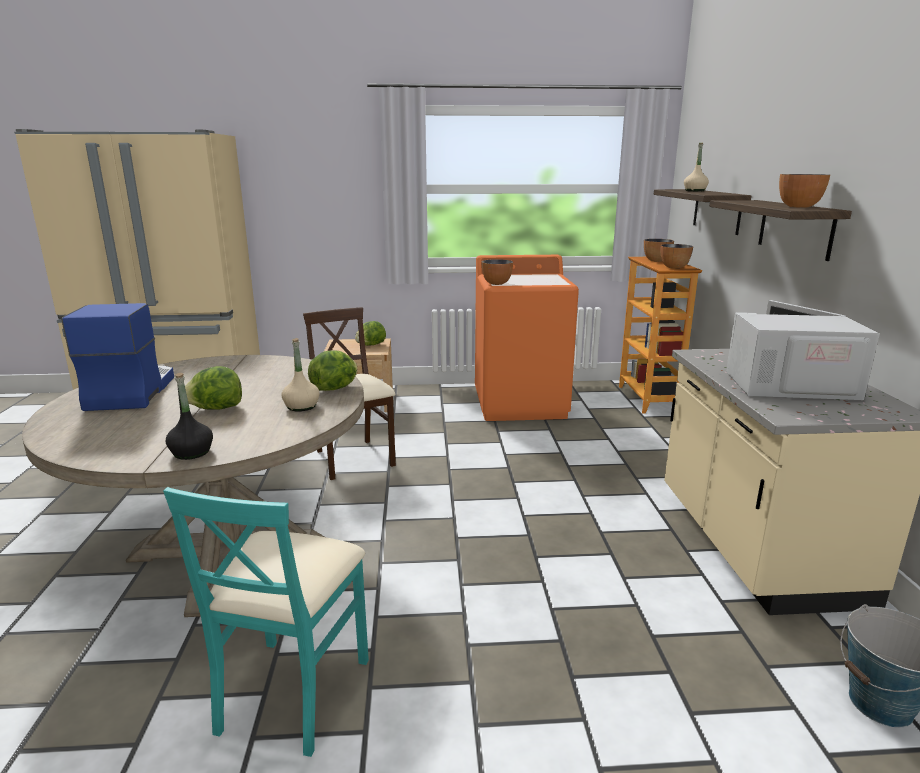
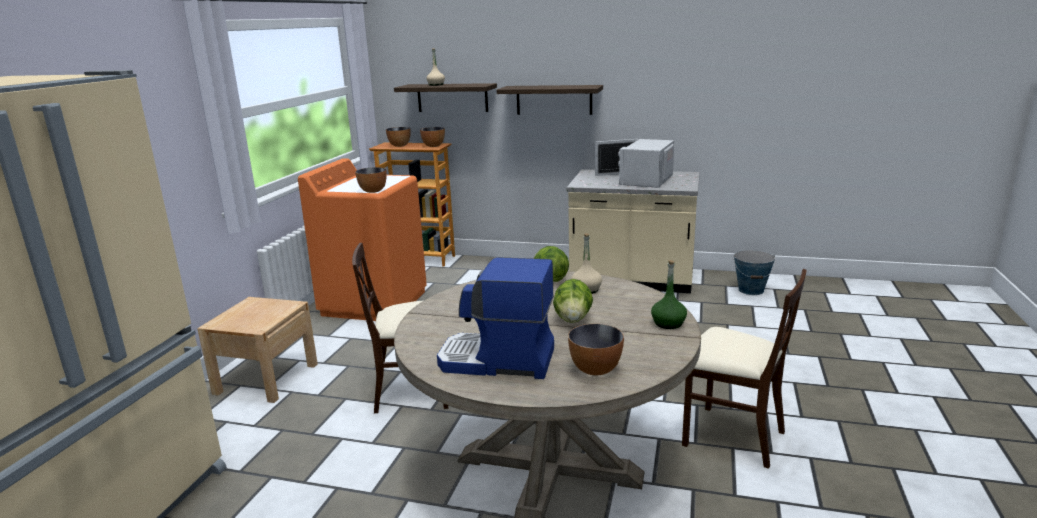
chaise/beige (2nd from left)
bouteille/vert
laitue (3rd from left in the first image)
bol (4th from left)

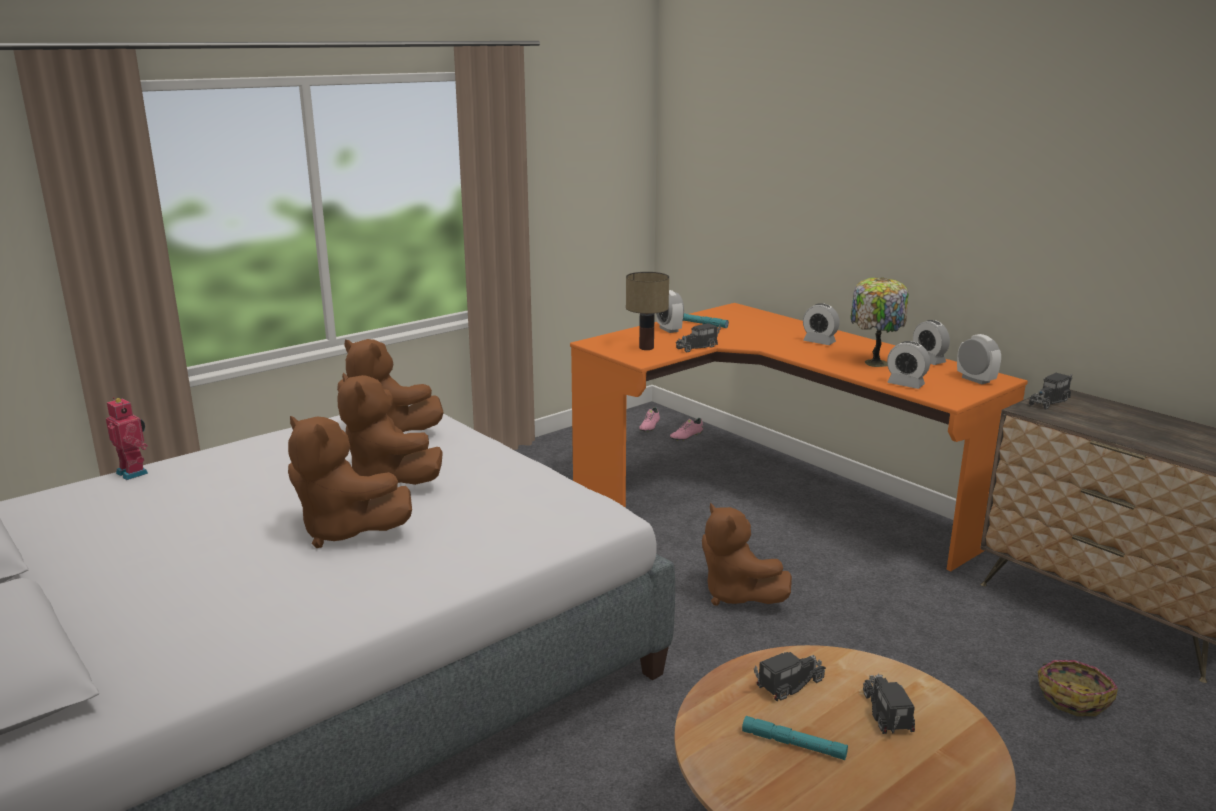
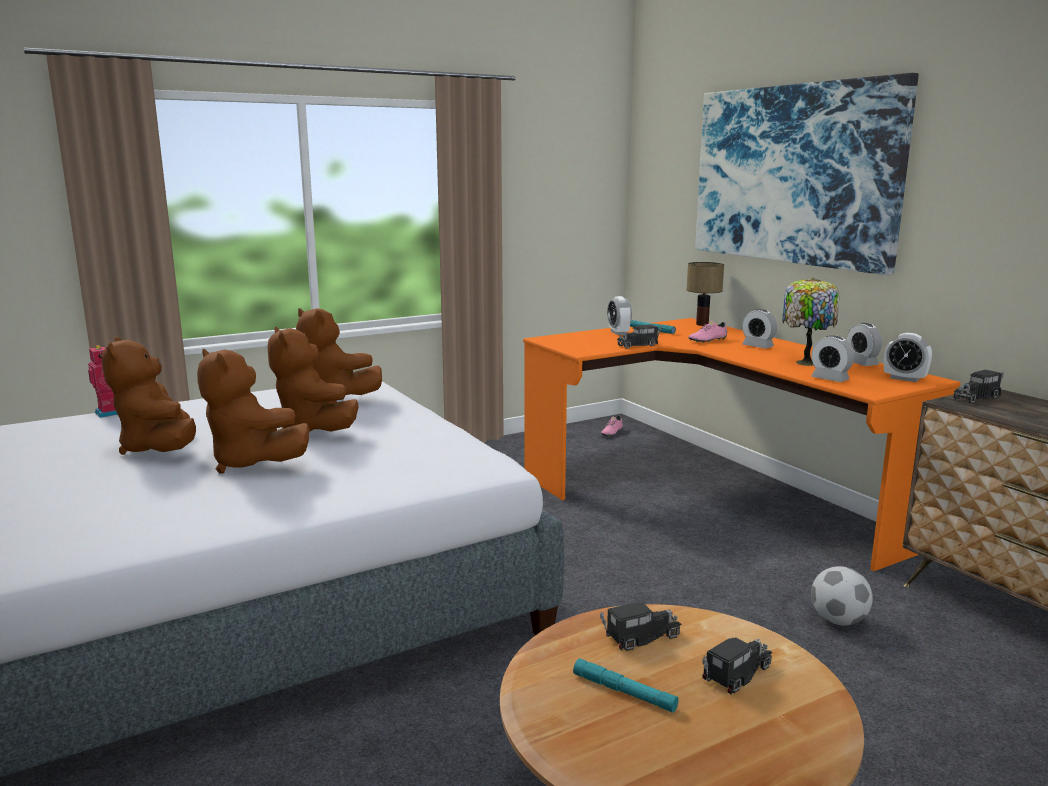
lampe de table (1st from left)
chaussure/rose (2nd from left)
peluche/marron (1st from left)
camion jouet (3rd from left)
réveil (5th from left)
panier
tableau
ballon de foot

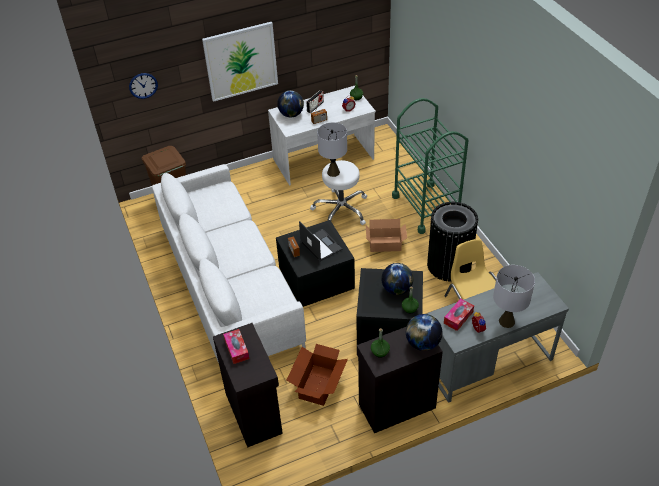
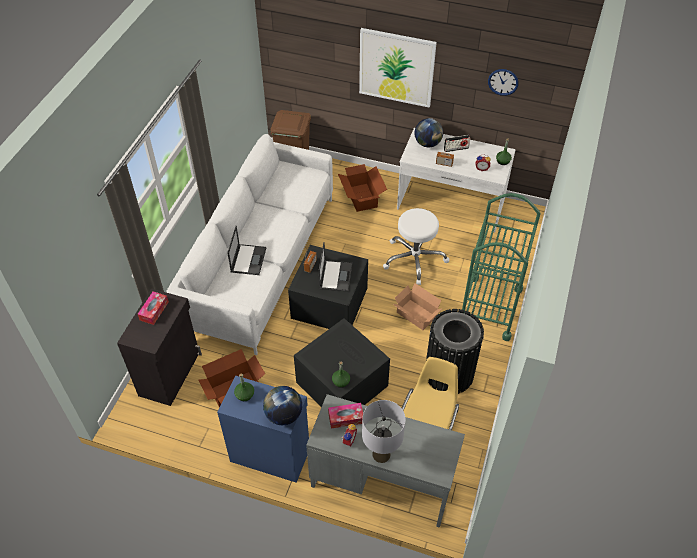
horloge murale
lampe de table/gris (1st from left in the first image)
meuble de rangement/bleu
globe (2nd from left in the first image)
ordinateur portable (1st from left)
carton (2nd from left)

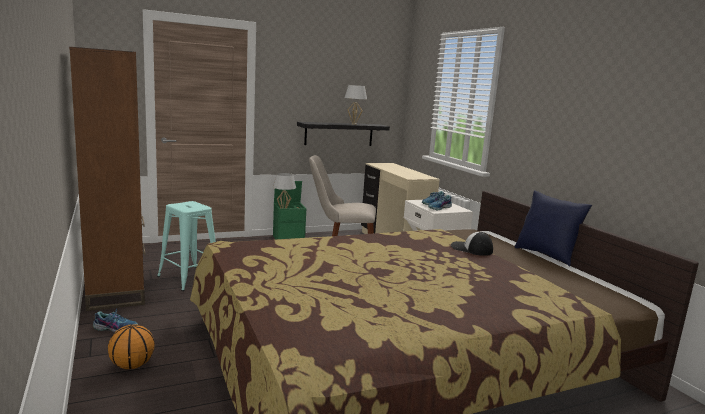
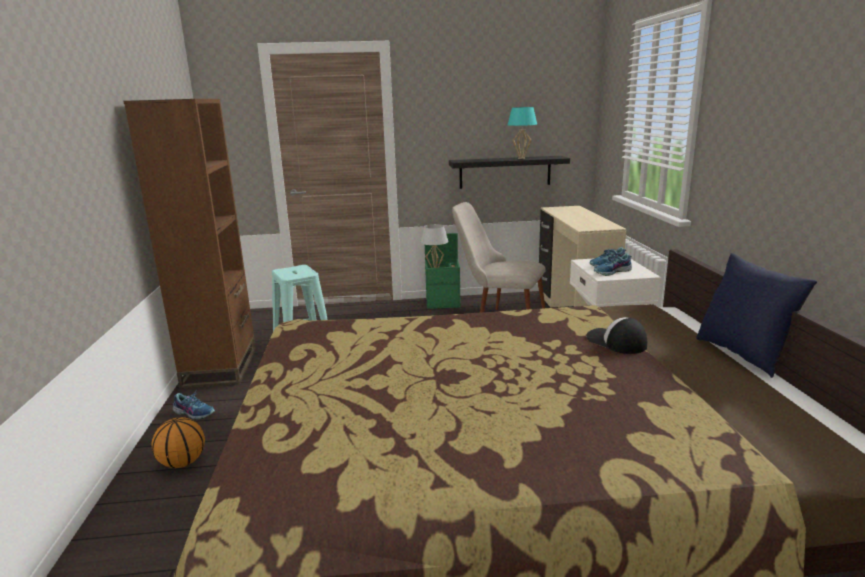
lampe de table/turquoise

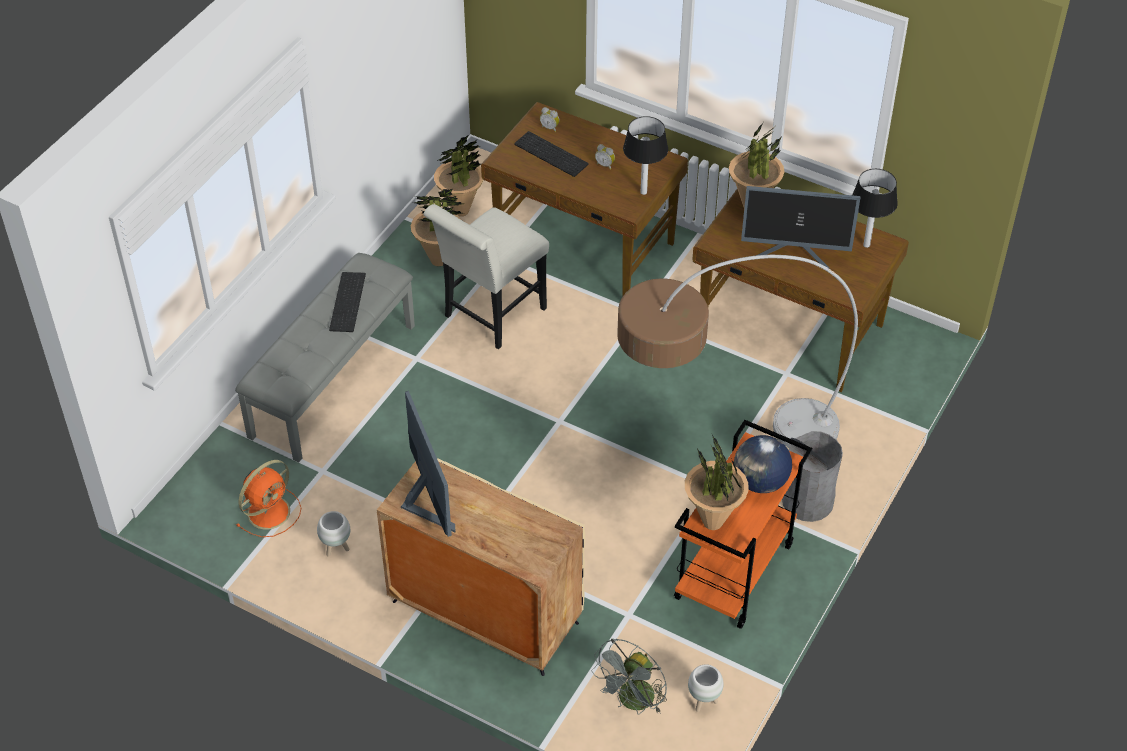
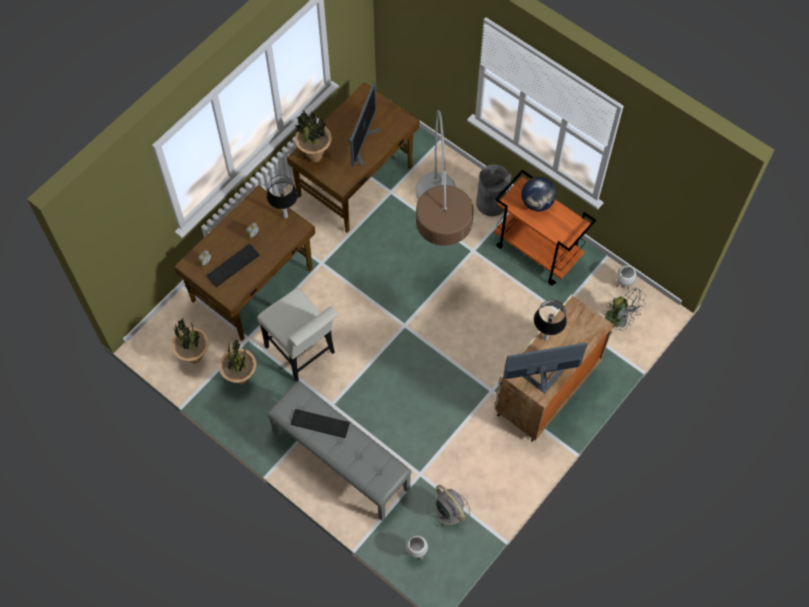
ventilateur/gris (1st from left)
cache-pot/blanc (1st from left)
plante en pot (3rd from left in the first image)
lampe de table (2nd from left)

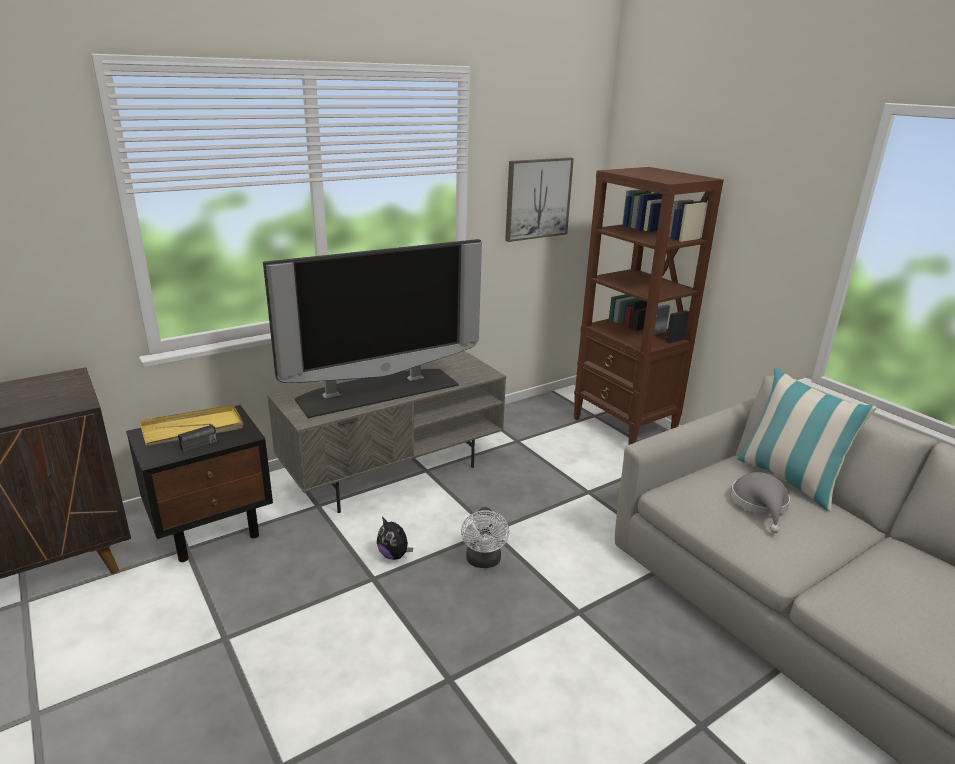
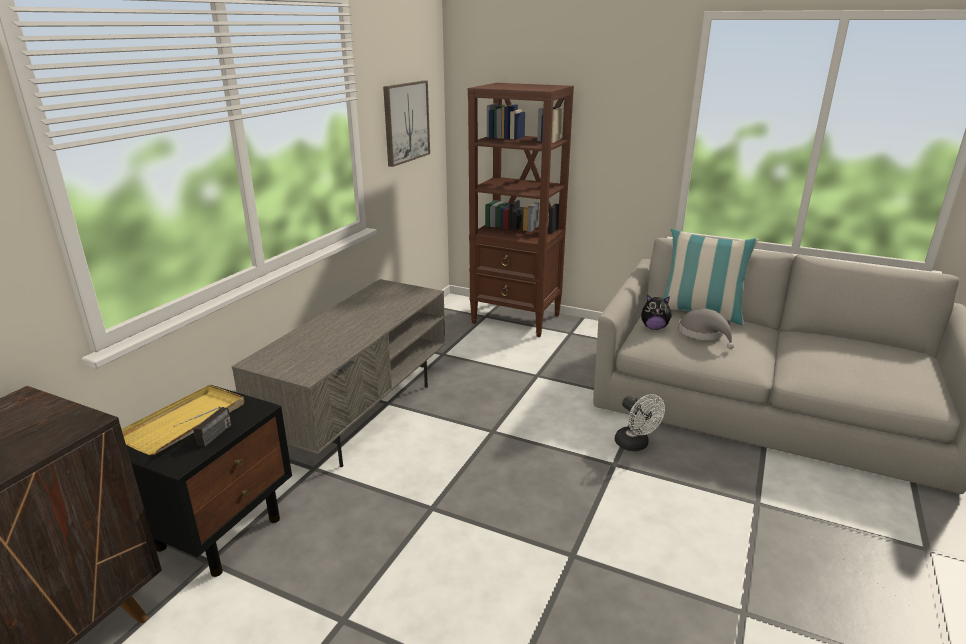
téléviseur
peluche
ventilateur/blanc

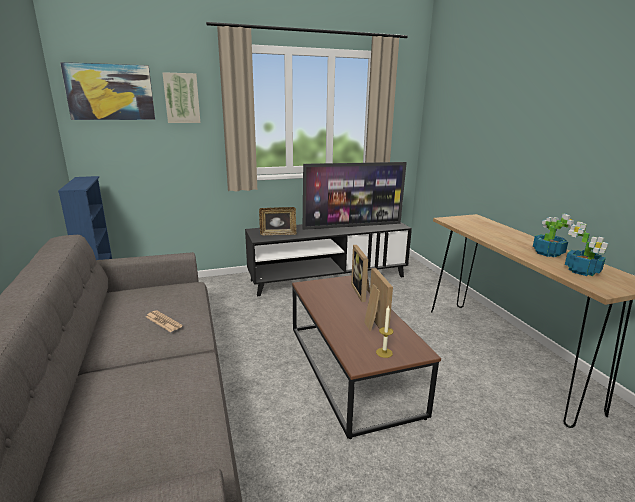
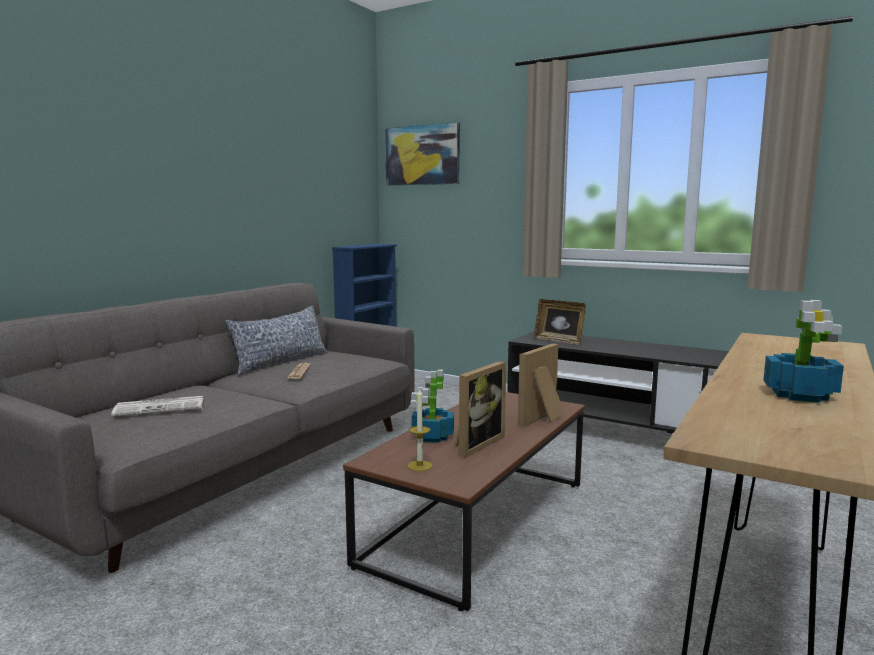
tableau (2nd from left in the first image)
téléviseur
plante en pot (1st from left)
journal (1st from left)
coussin

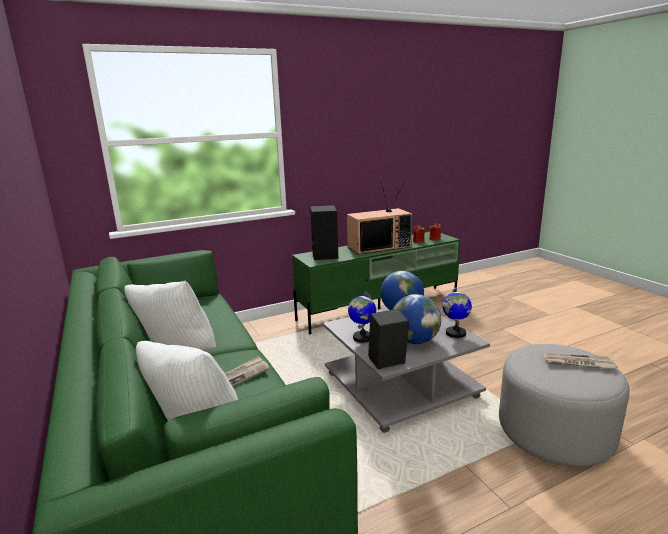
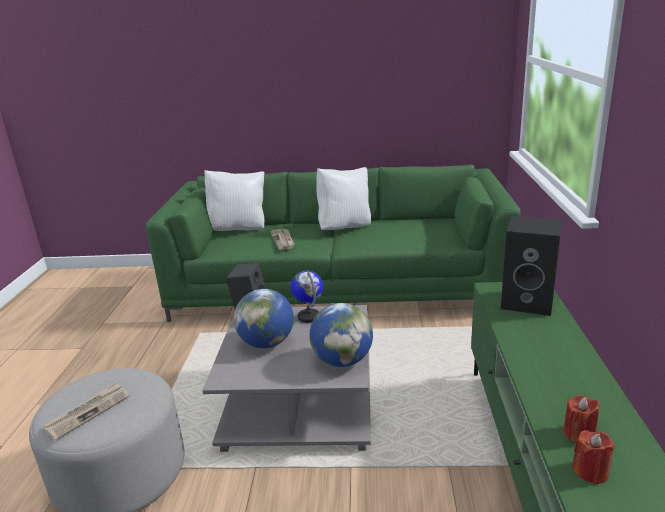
téléviseur
globe (4th from left in the first image)

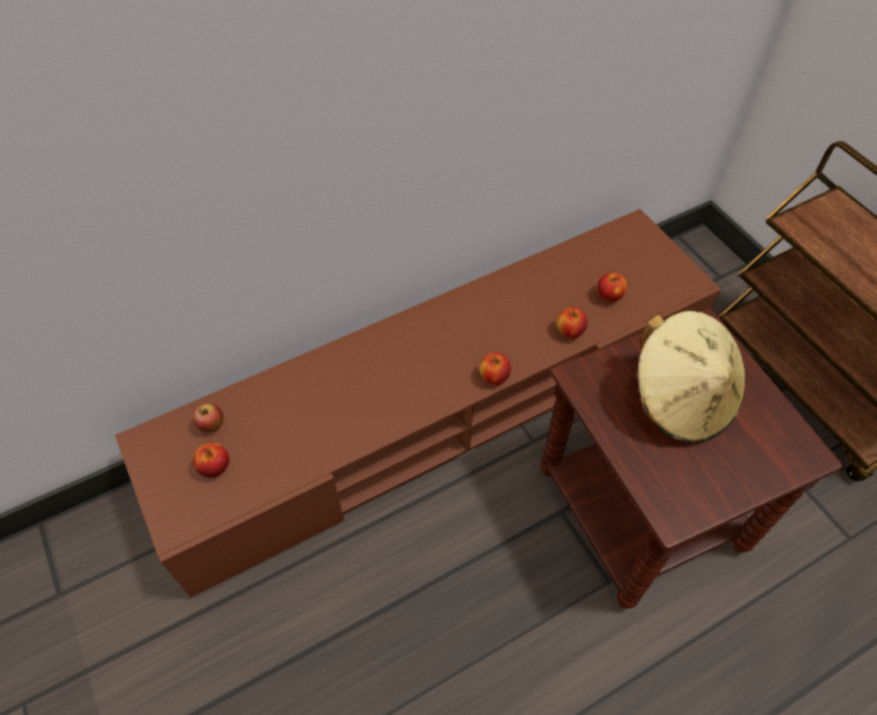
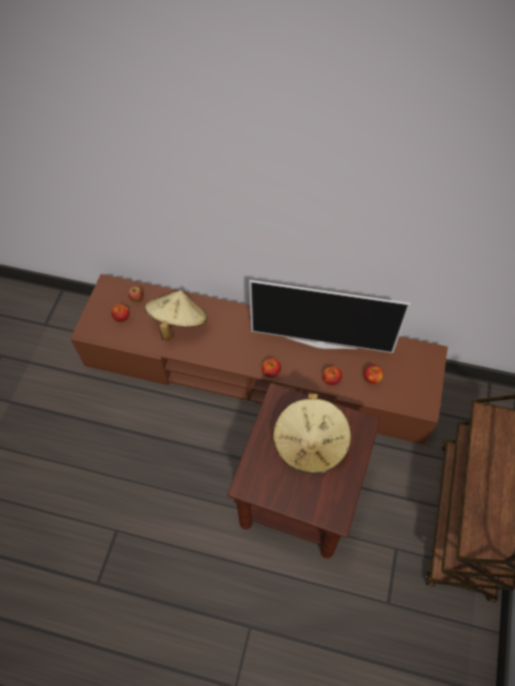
chapeau/beige (1st from left)
téléviseur

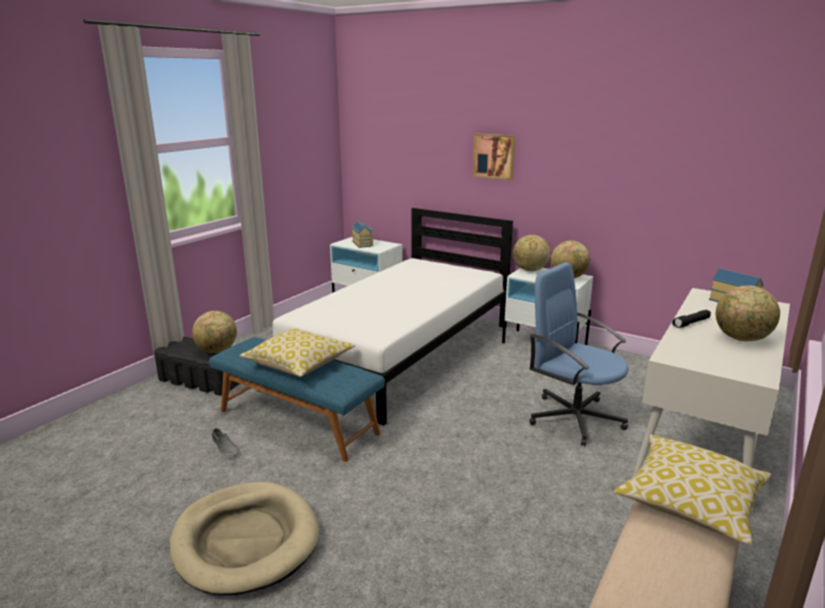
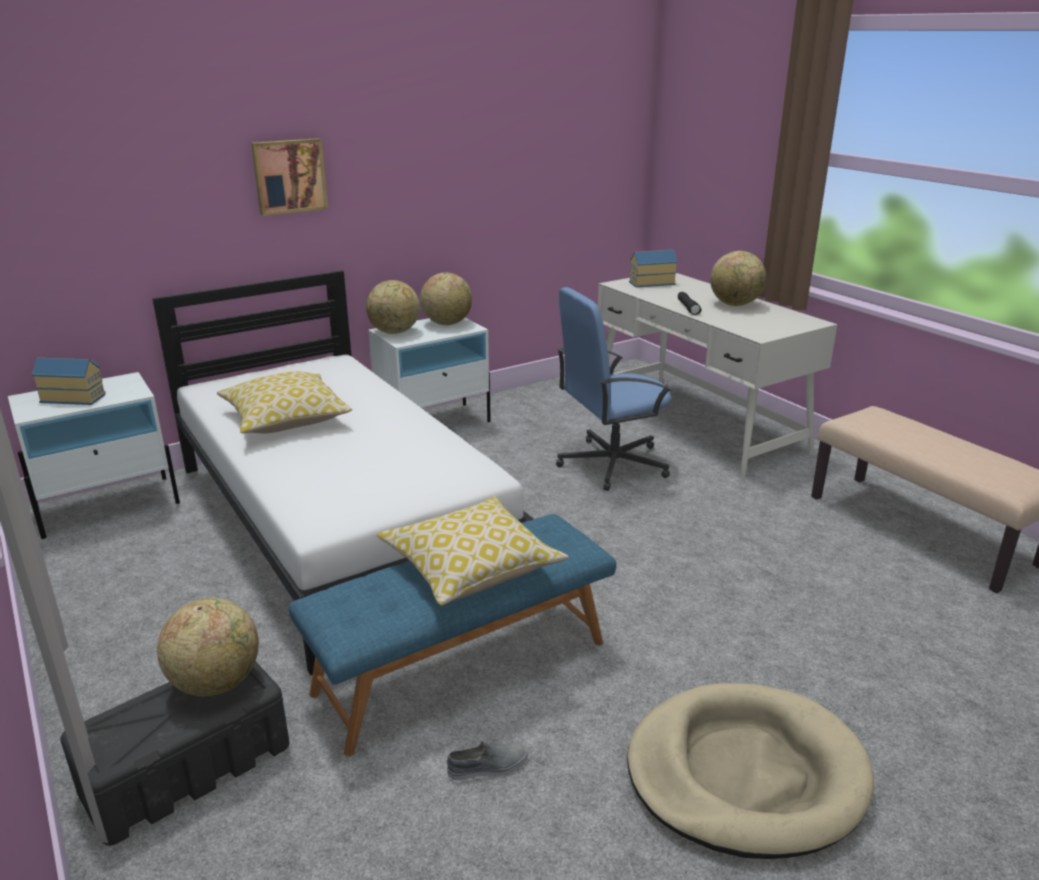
coussin (1st from left)

